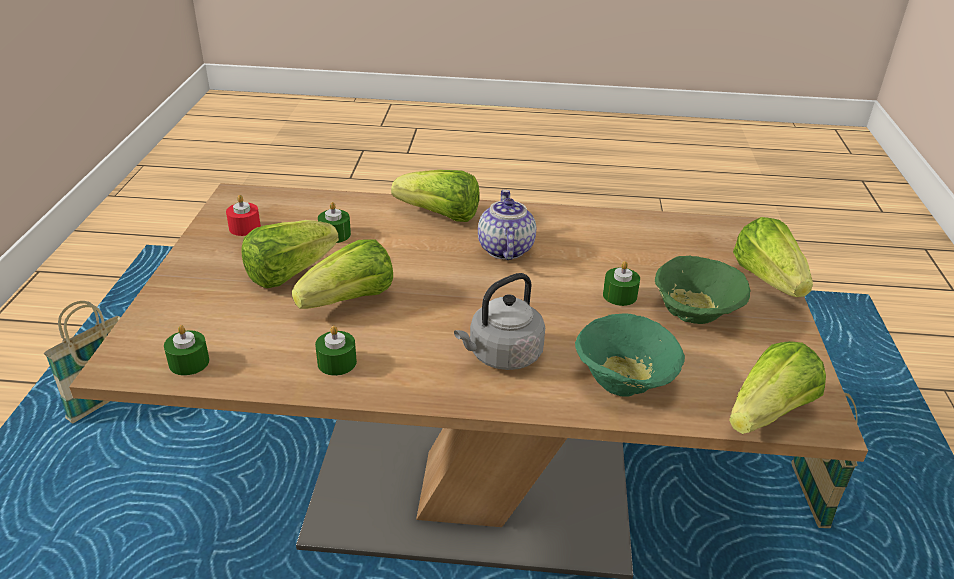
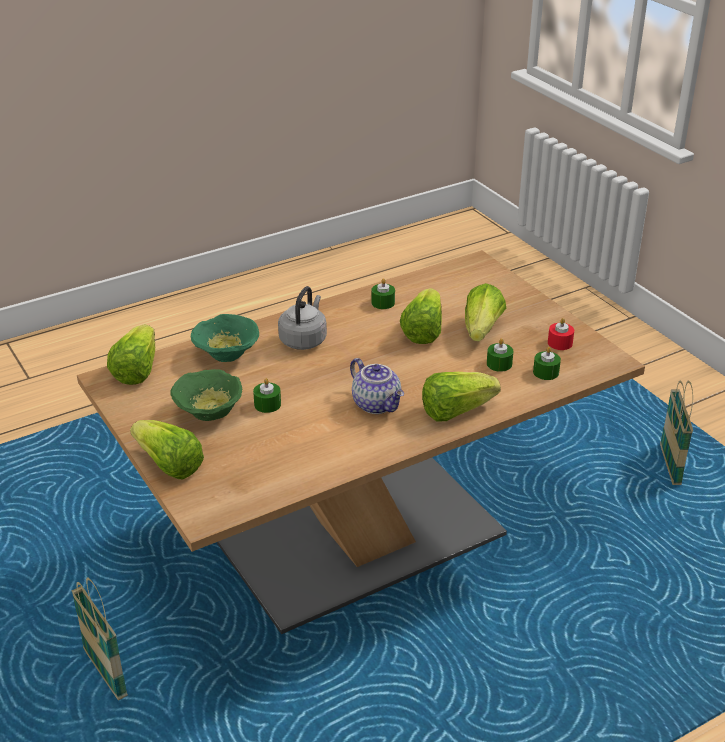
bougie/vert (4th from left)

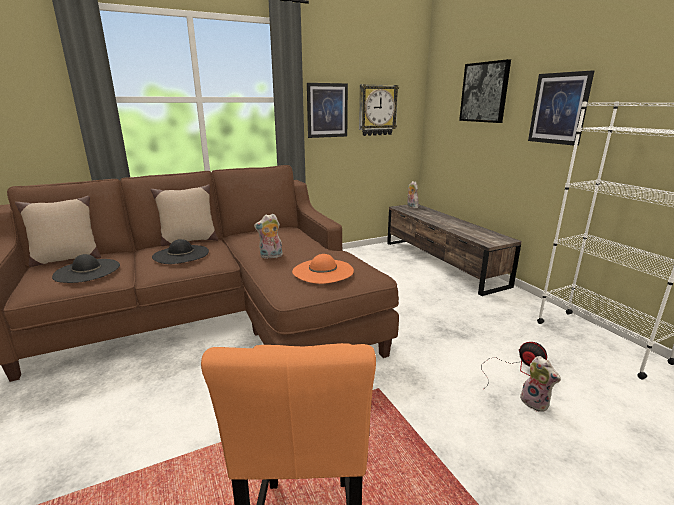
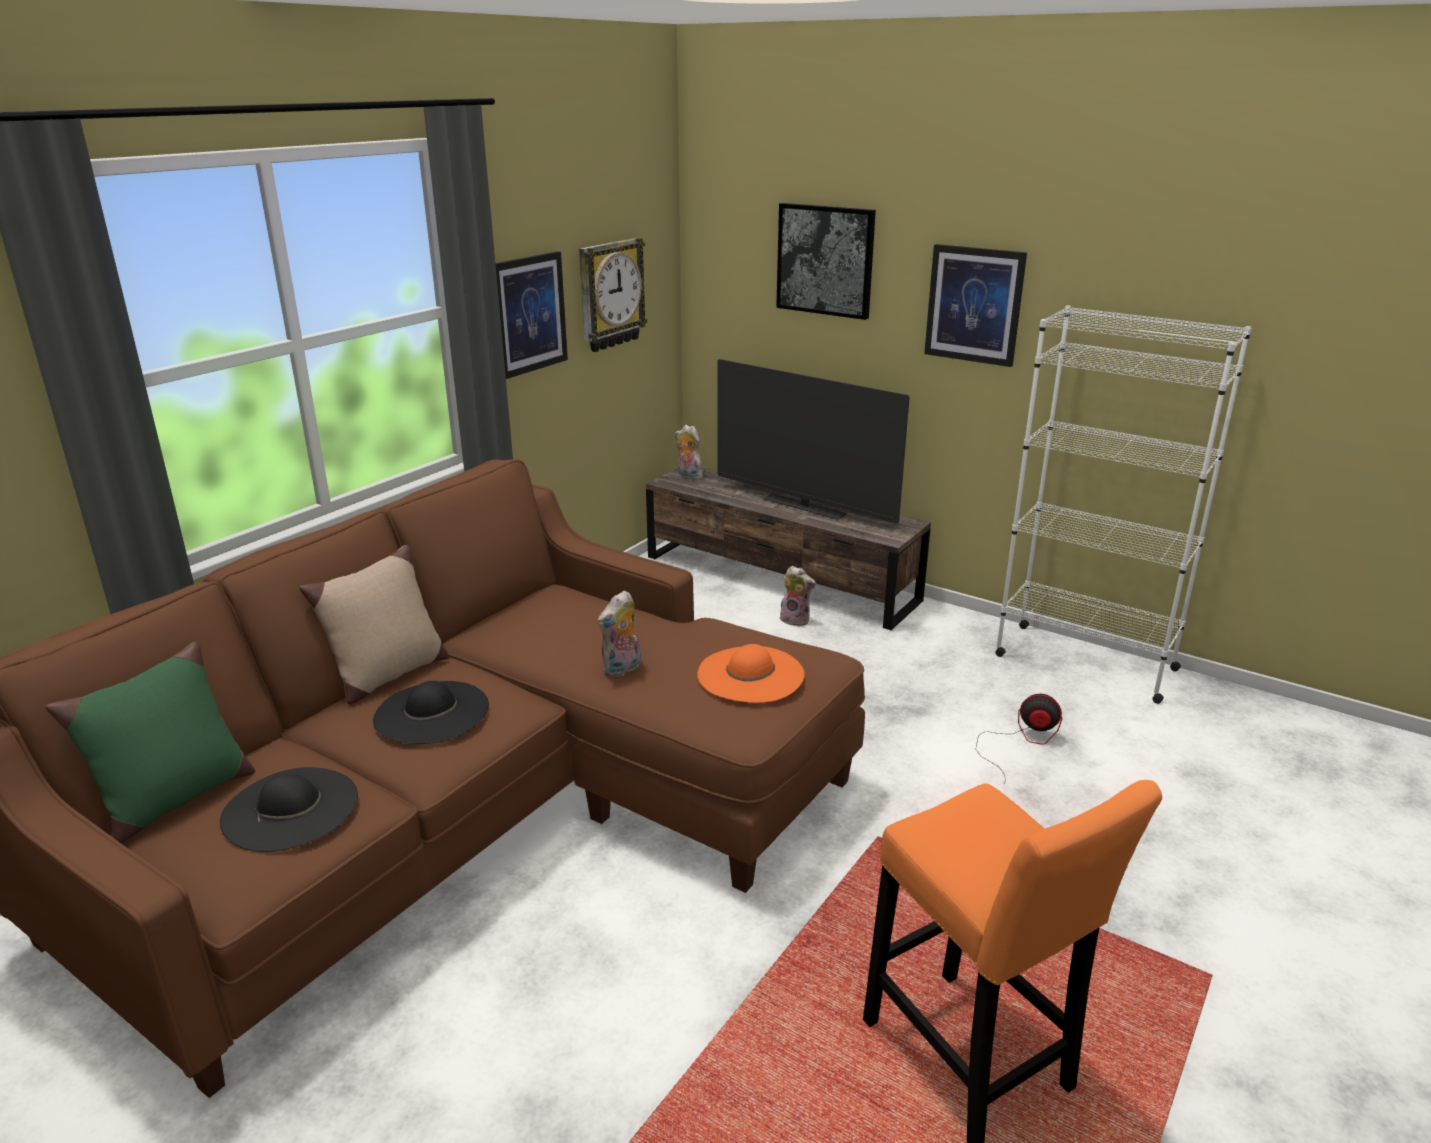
coussin/vert
peluche (3rd from left)
téléviseur

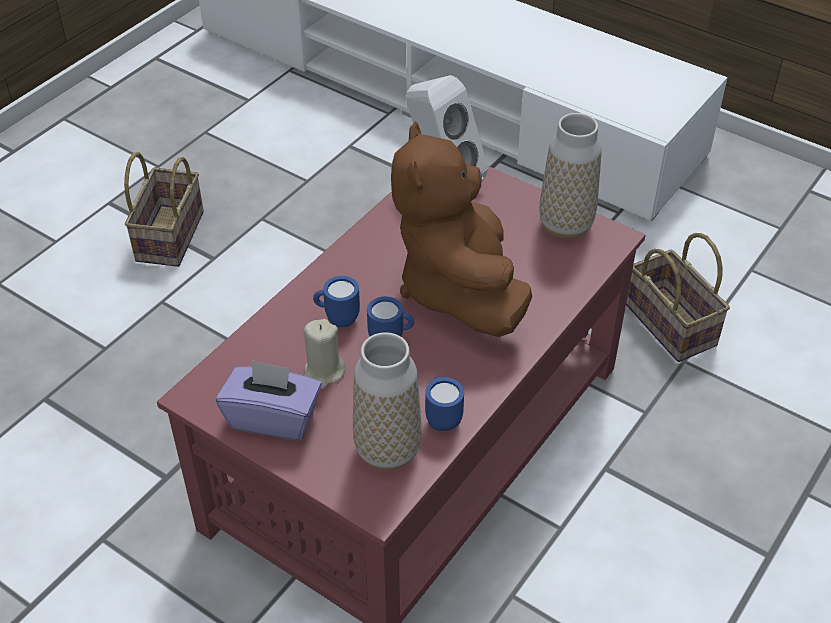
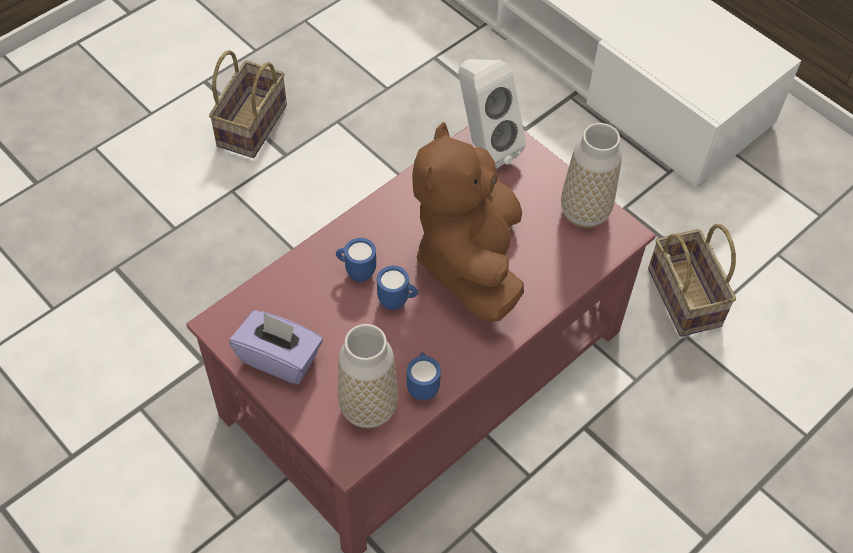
bougie/beige

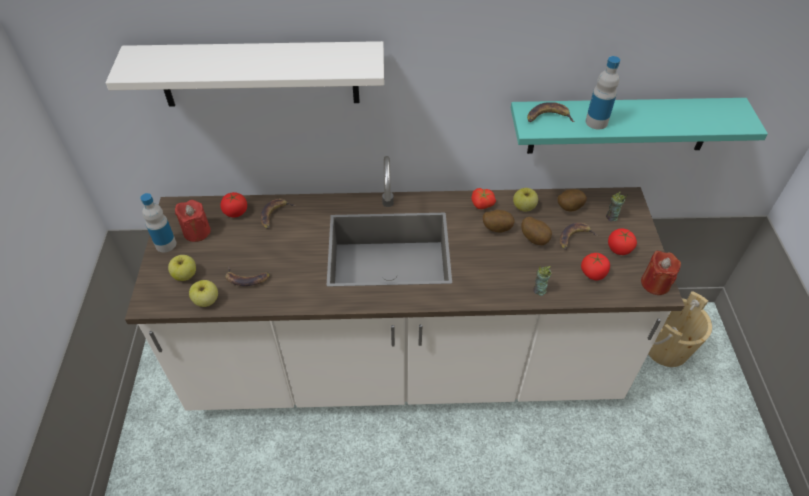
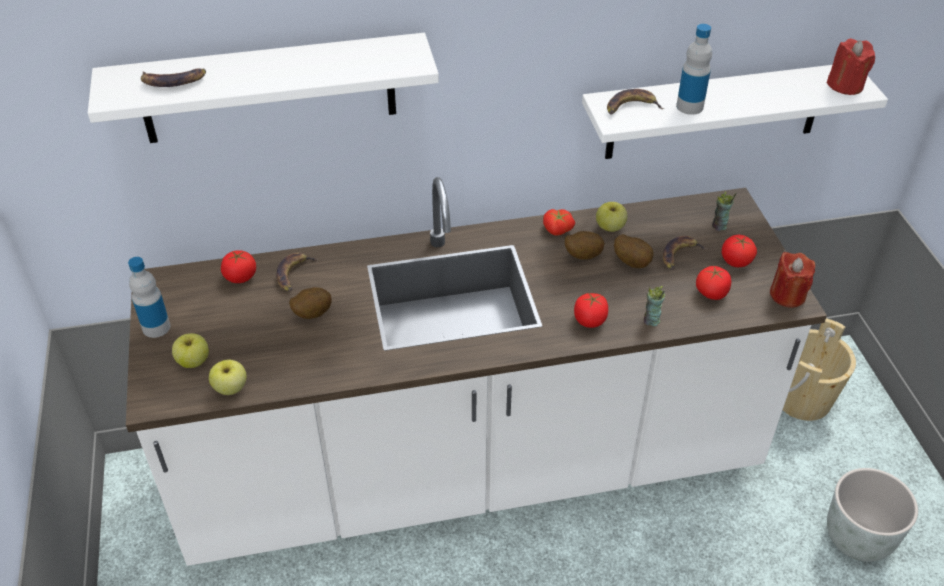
bougie/rouge (2nd from left)
banane (1st from left)
étagère/blanc (2nd from left)
pomme de terre (1st from left)
tomate (3rd from left)
cache-pot/gris

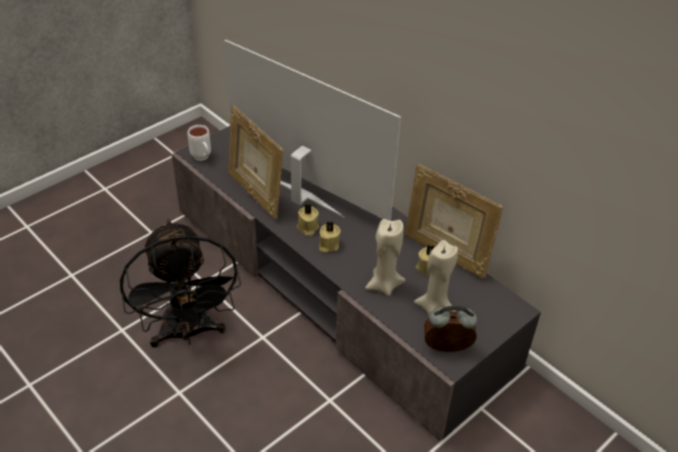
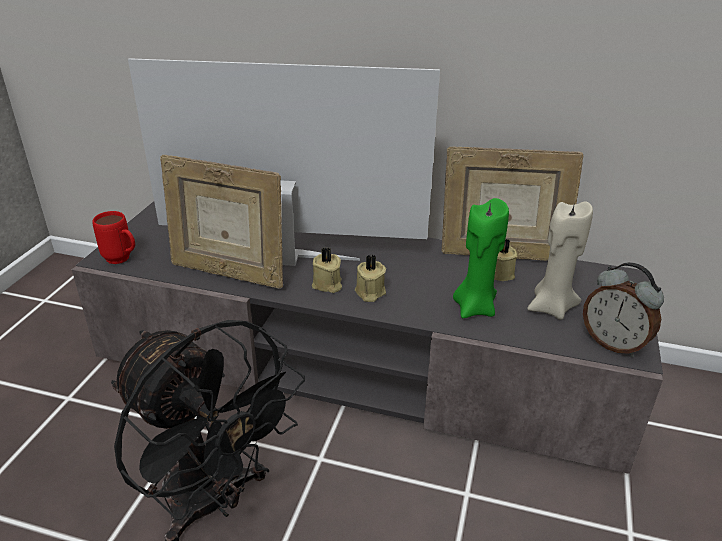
mug/rouge
bougie/vert
réveil

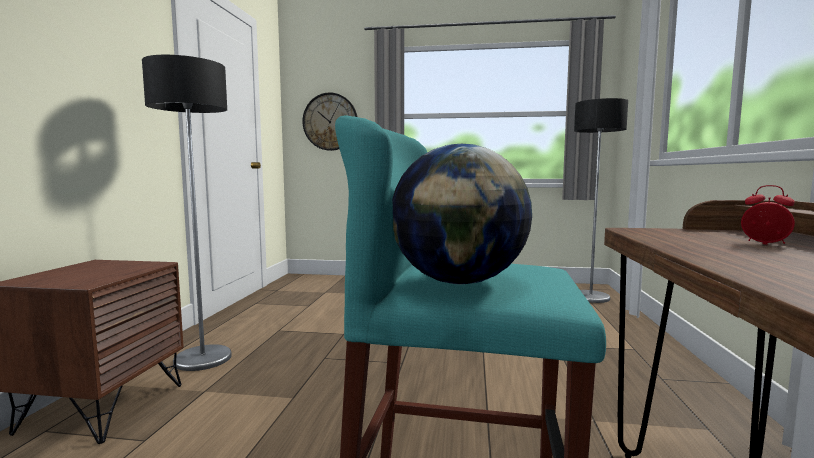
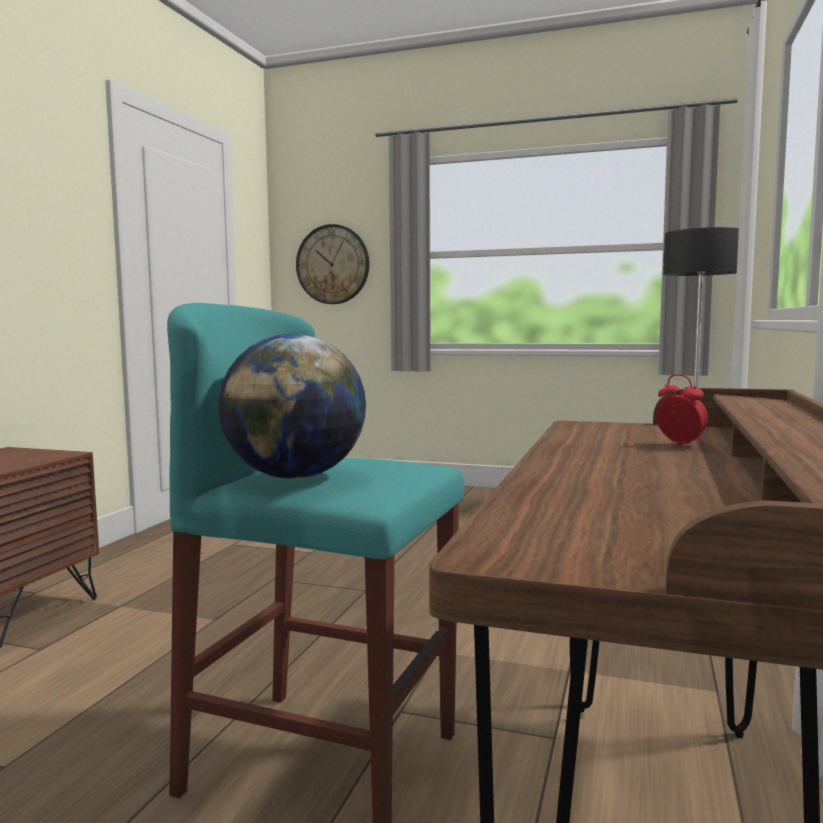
lampadaire (1st from left in the first image)

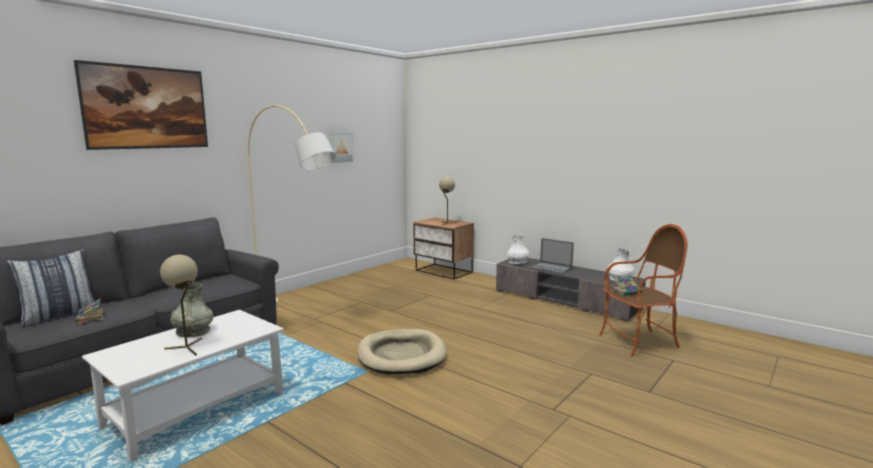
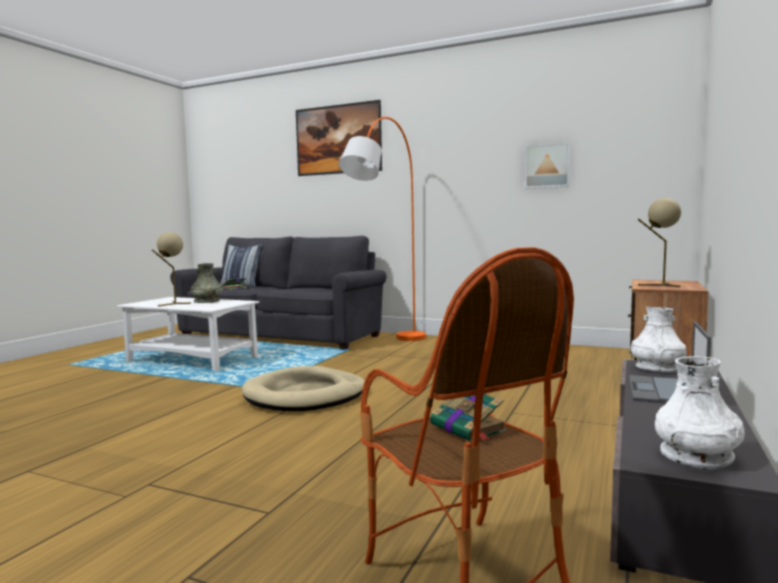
lampadaire/orange

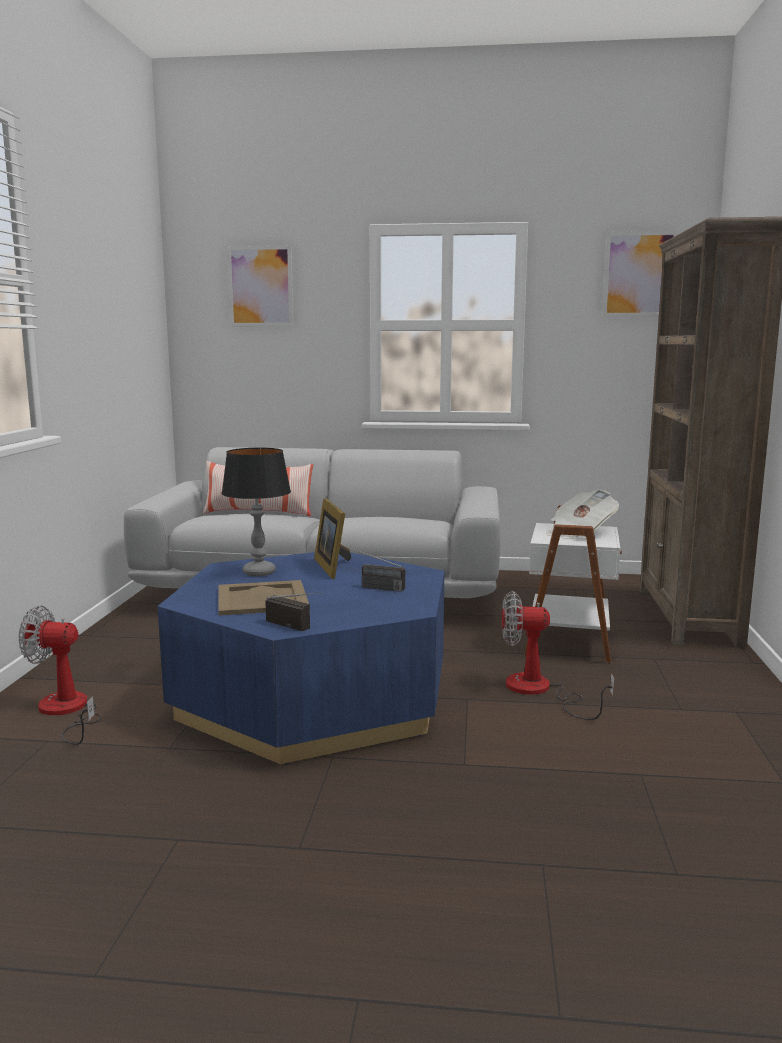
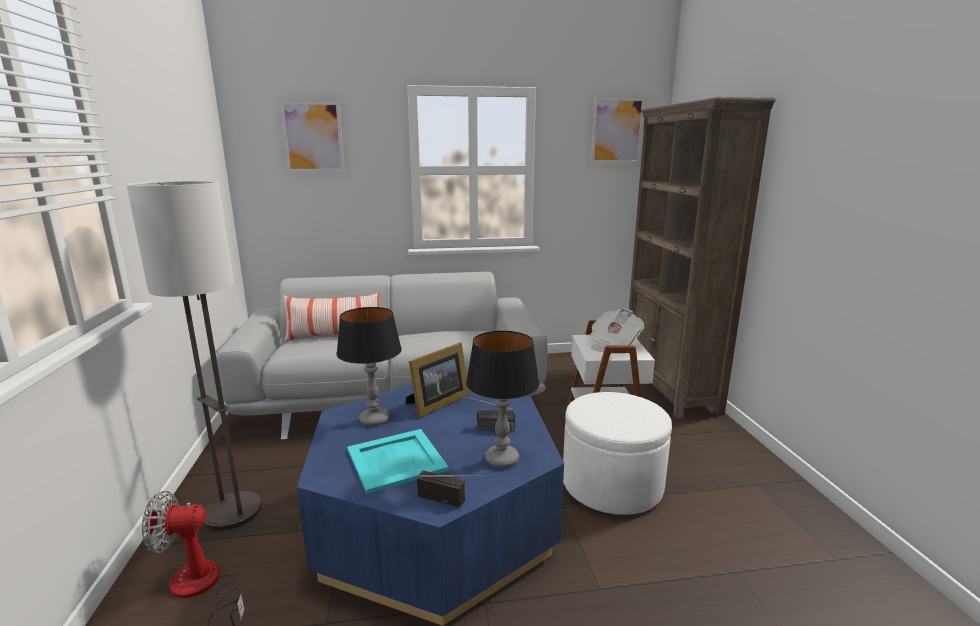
plateau/turquoise
cadre photo
pouf/blanc
lampadaire
lampe de table (2nd from left)

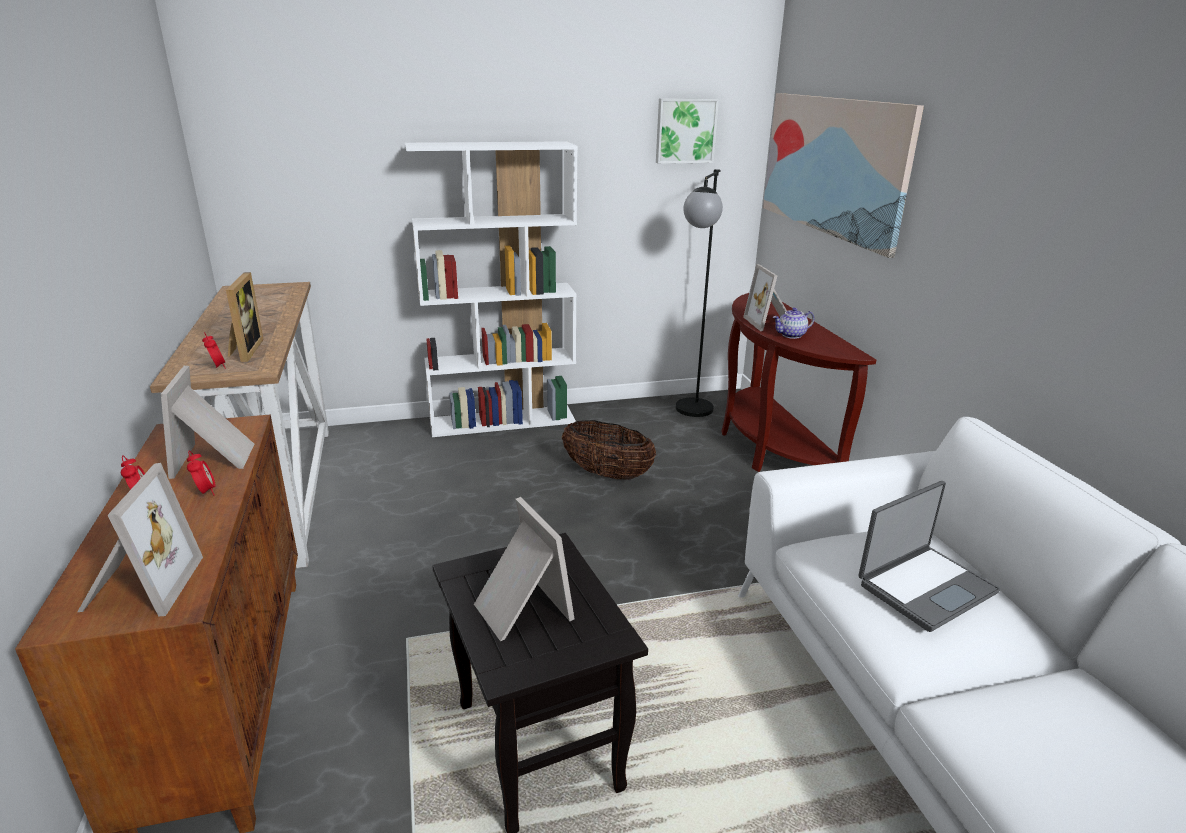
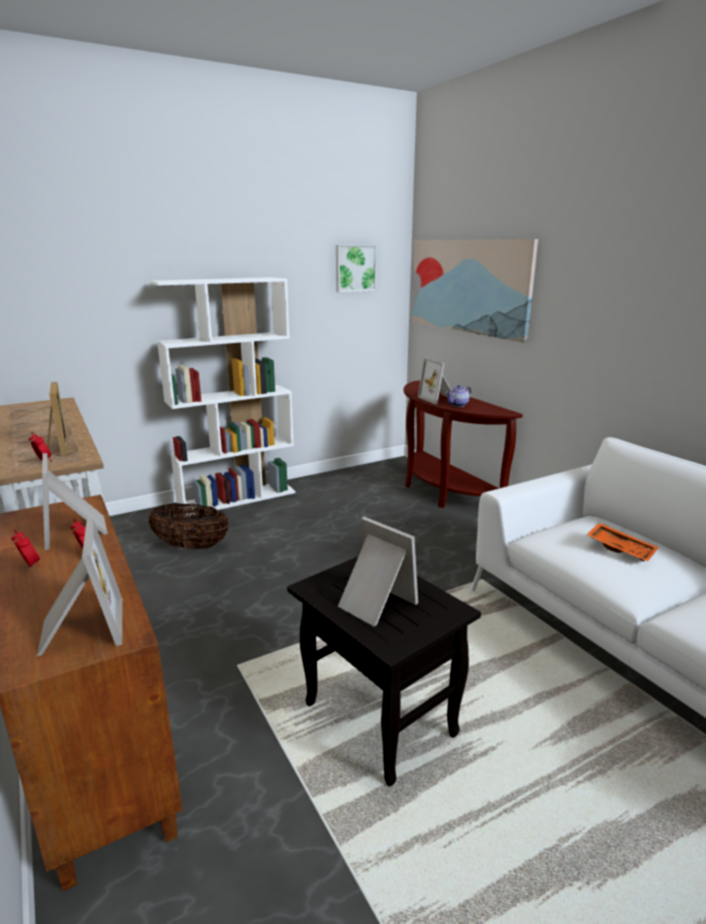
panier
lampadaire/noir
plateau/orange

